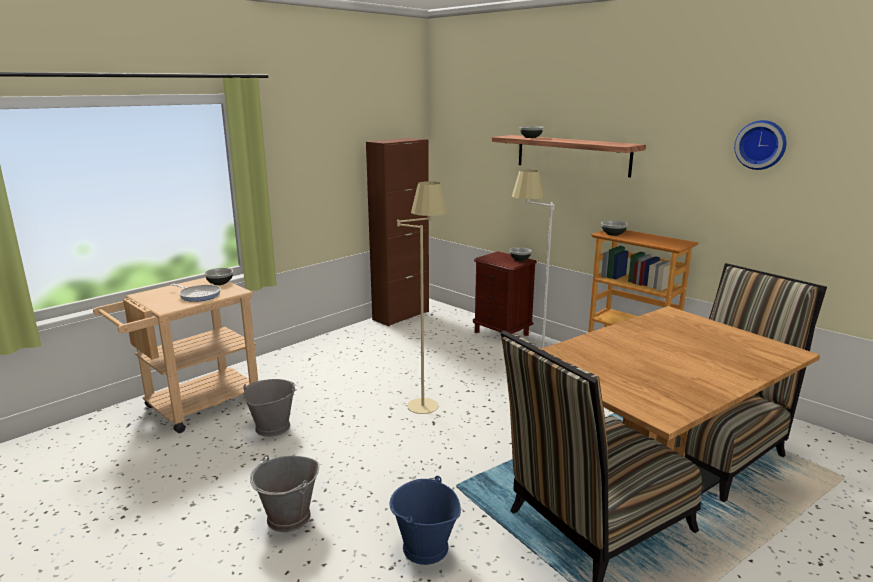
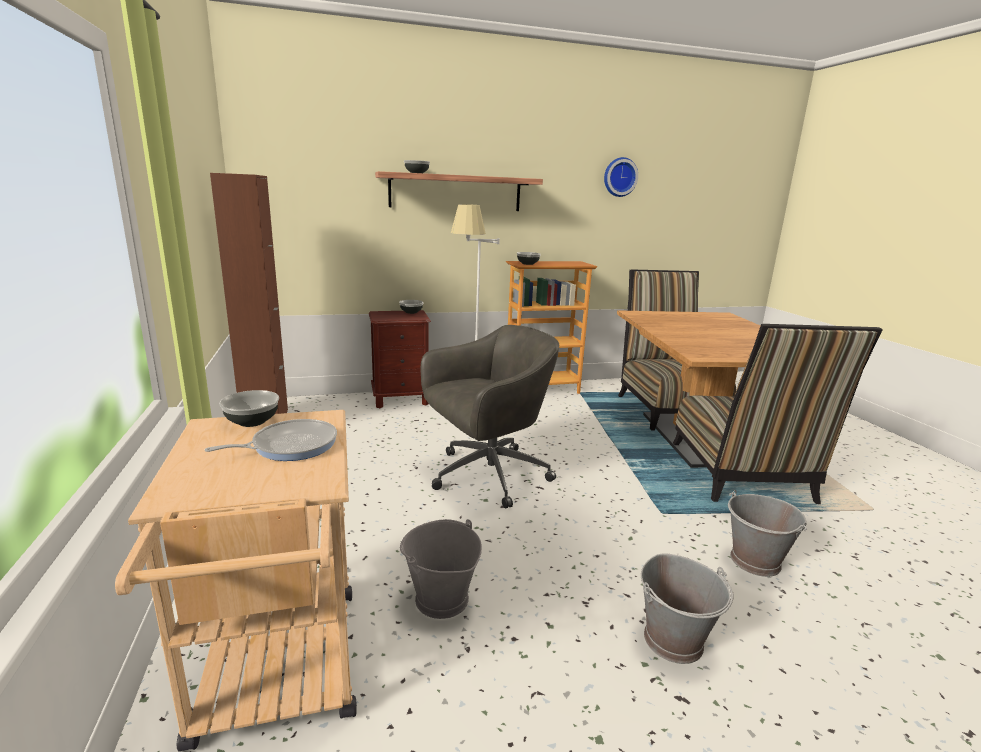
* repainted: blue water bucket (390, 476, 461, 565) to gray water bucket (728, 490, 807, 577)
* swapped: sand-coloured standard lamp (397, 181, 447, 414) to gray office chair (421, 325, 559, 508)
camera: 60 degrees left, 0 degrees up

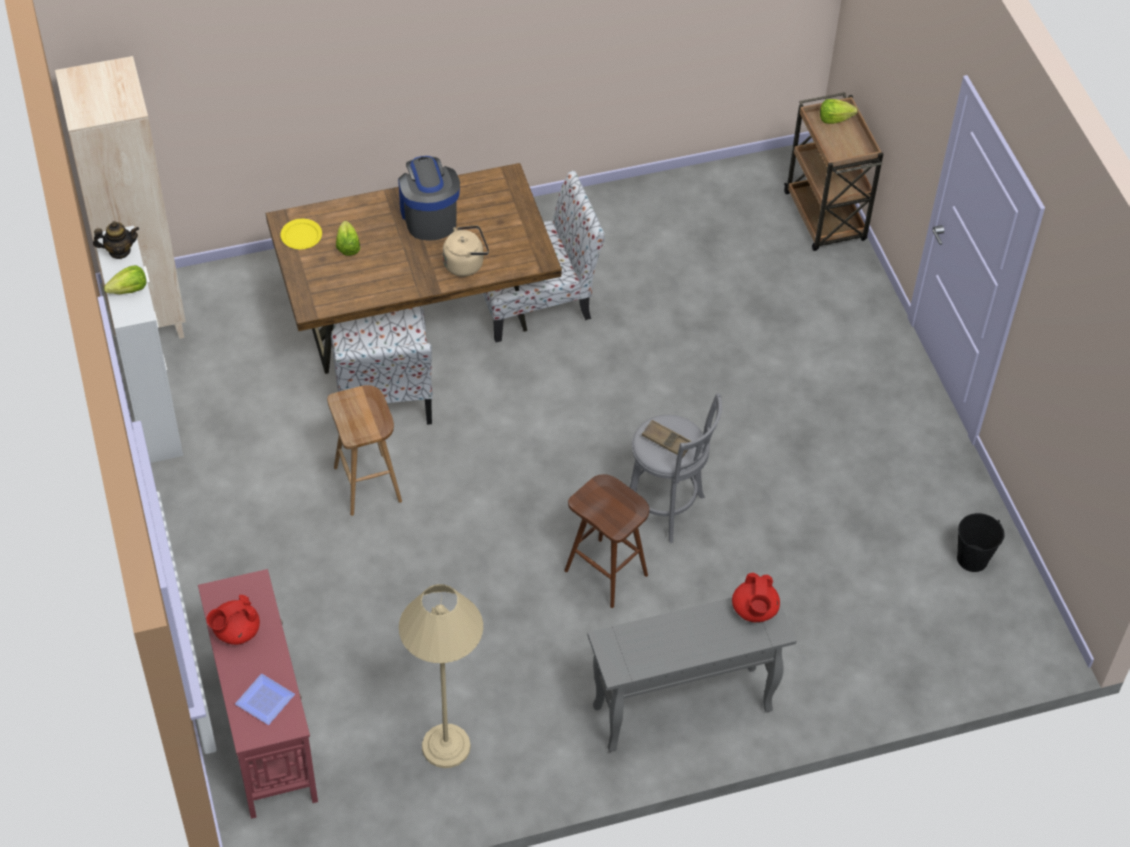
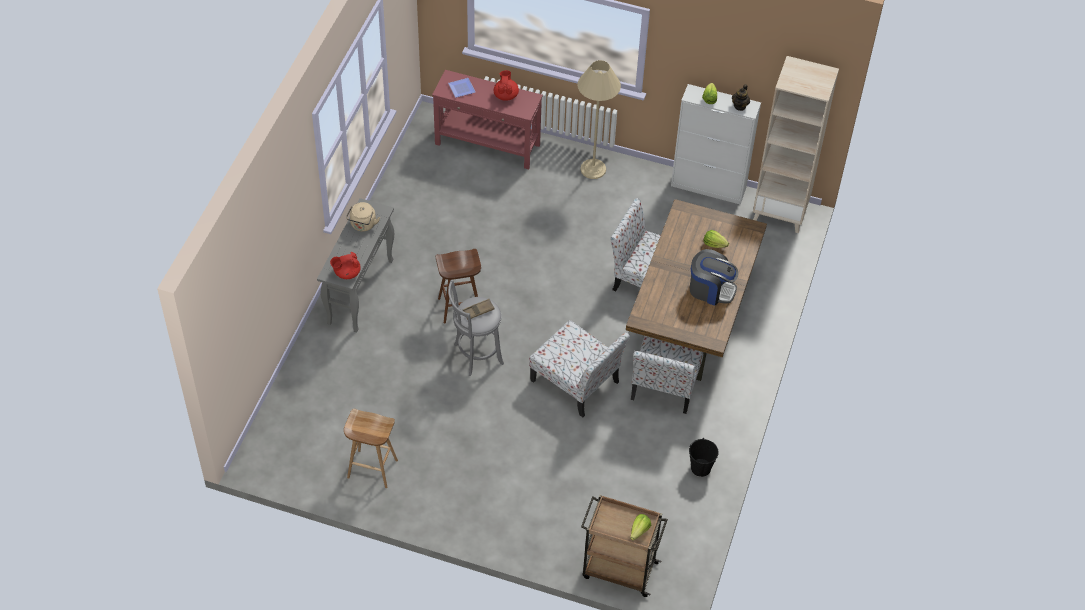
* gone: yellow-coloured flat dish (280, 219, 322, 249)
* shifted: brown-coloured stool (327, 385, 402, 516) to (344, 409, 398, 488)
* shifted: sand-coloured standard lamp (399, 584, 483, 768) to (577, 60, 621, 179)
* shifted: sand-coloured tea kettle (443, 225, 489, 276) to (346, 202, 380, 231)
* rotated: red-coloured teapot (732, 573, 780, 622) = (330, 252, 361, 279) 60 degrees counterclockwise
* shifted: black water bucket (957, 513, 1004, 572) to (689, 438, 719, 477)
* new: plain chair (529, 320, 630, 417)
camera: 125 degrees right, 0 degrees up

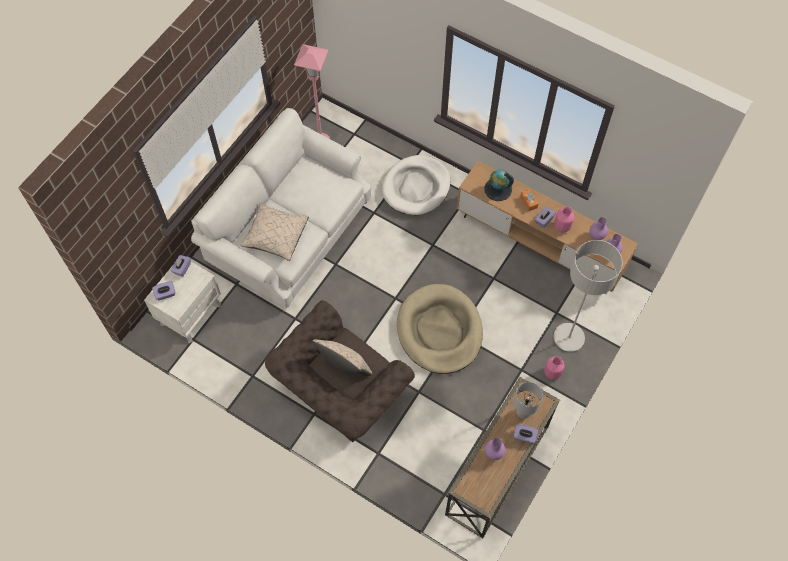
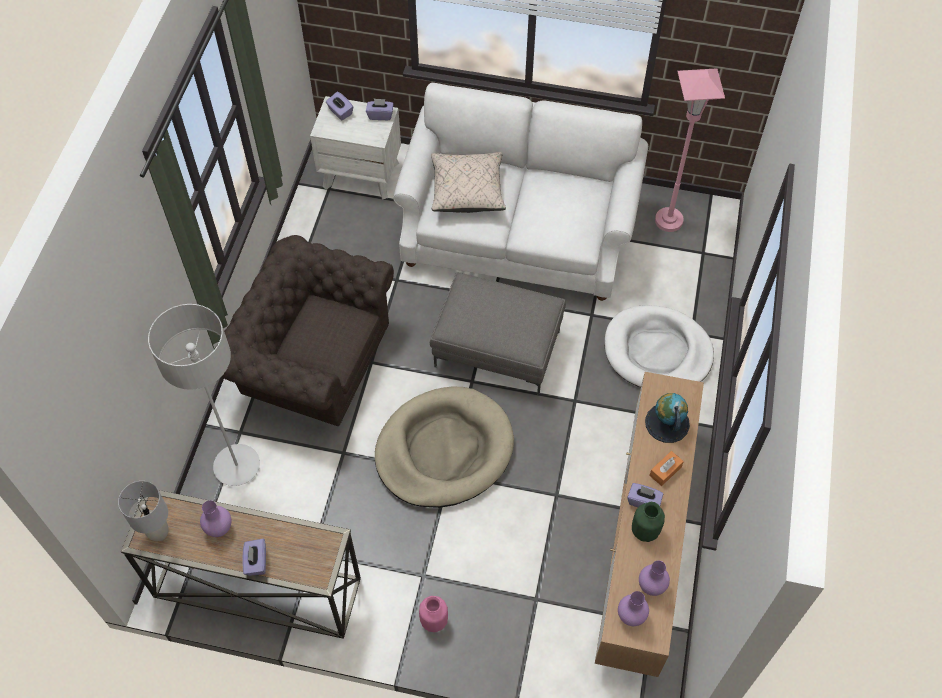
* gone: sand-coloured pillow (313, 339, 372, 376)
* shifted: gray table lamp (514, 382, 543, 419) to (118, 481, 169, 541)
* repainted: pink flower vase (554, 206, 574, 232) to green-coloured flower vase (632, 502, 665, 542)
* shifted: gray standard lamp (554, 240, 623, 352) to (148, 304, 260, 486)
* new: gray footrest (430, 272, 566, 395)
camera: 70 degrees right, 5 degrees down

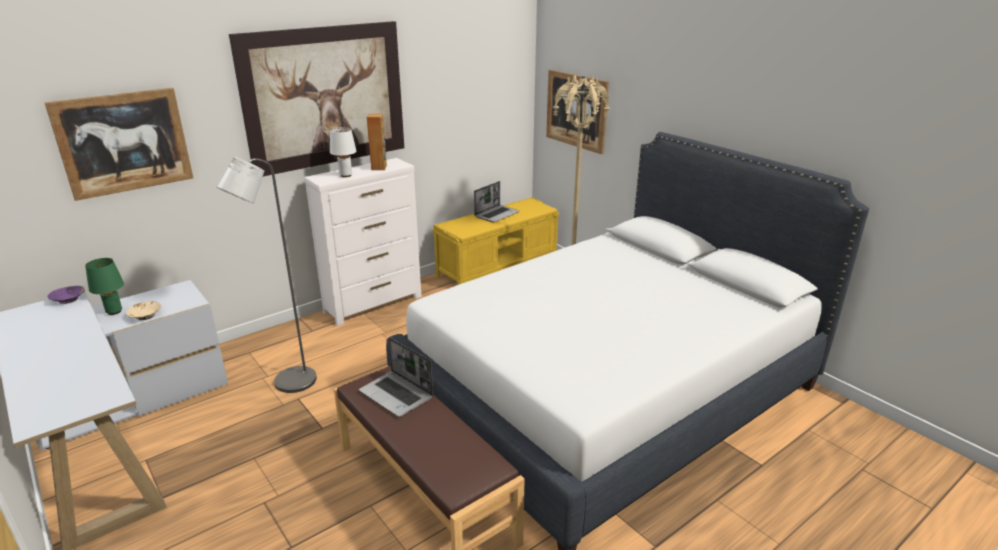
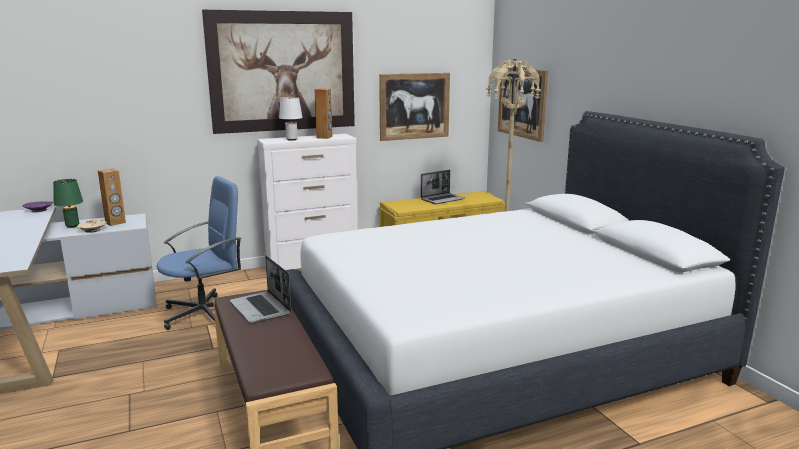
* shifted: wall picture (44, 88, 193, 201) to (379, 73, 450, 141)
* swapped: gray standard lamp (216, 157, 317, 393) to blue office chair (156, 176, 241, 330)
* new: brown-coloured speaker (98, 168, 126, 226)
camera: 15 degrees right, 10 degrees down

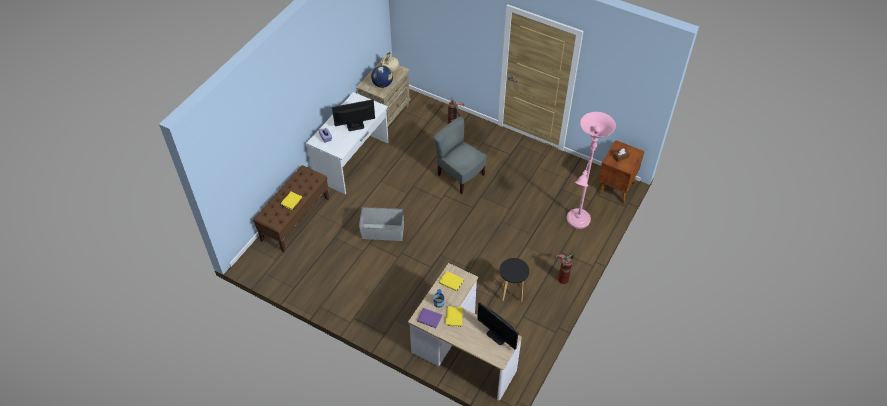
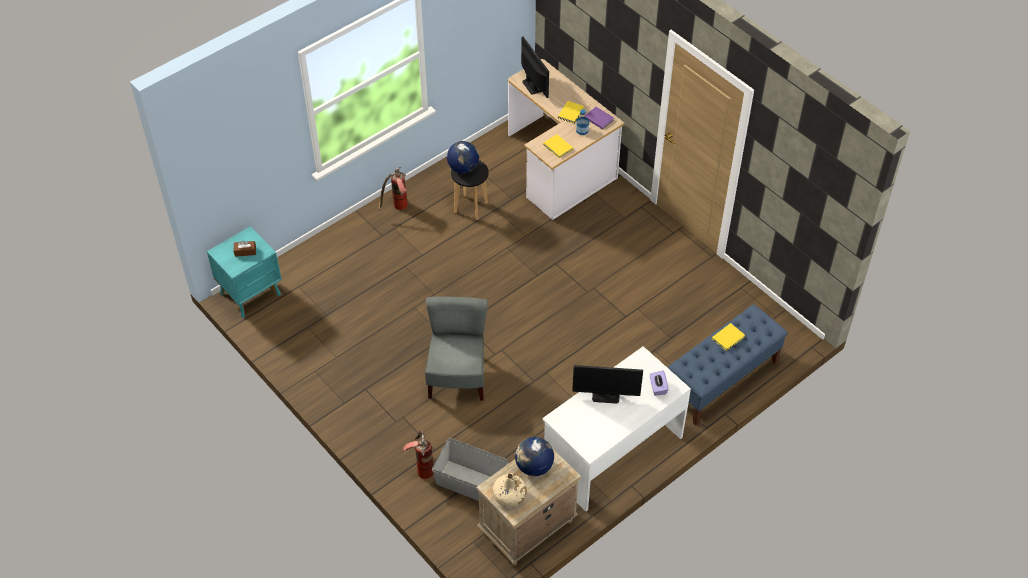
* repainted: brown-coloured indoor bench (253, 165, 329, 252) to blue indoor bench (667, 304, 788, 426)
* shifted: gray storage container (359, 207, 404, 241) to (432, 438, 508, 501)
* rotated: gray plain chair (433, 116, 487, 194) = (425, 297, 488, 401) 150 degrees counterclockwise
* gone: pink standard lamp (566, 112, 616, 229)
* repainted: brown-coloured night table (598, 140, 644, 203) to blue-green night table (207, 226, 282, 318)
* new: world globe (447, 141, 479, 173)
camera: 160 degrees left, 0 degrees up

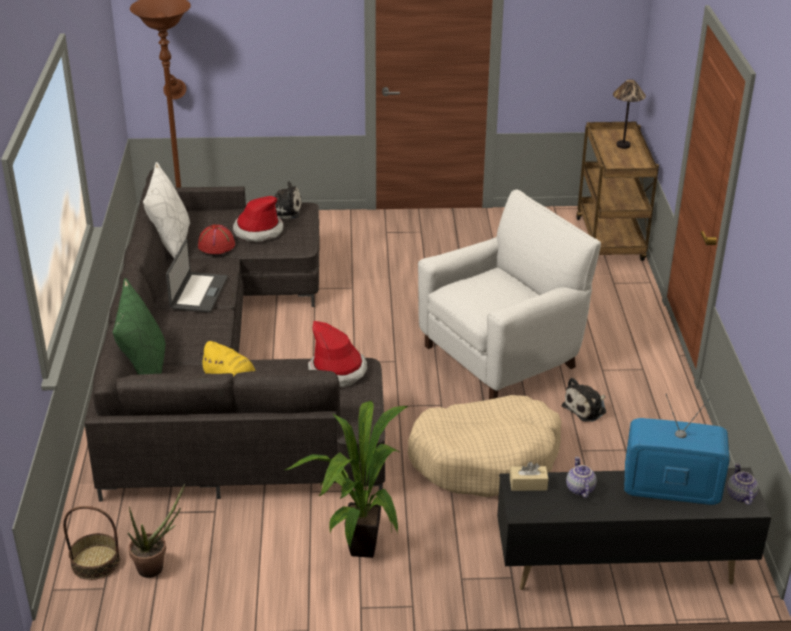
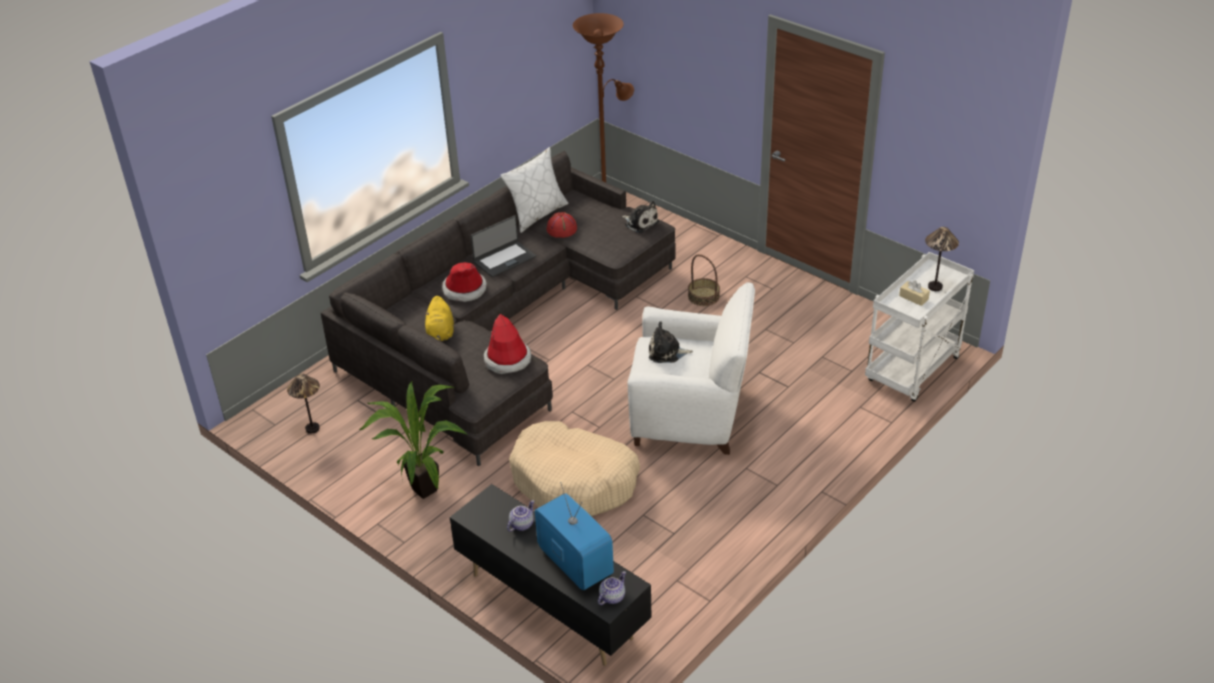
* shifted: household basket (63, 506, 120, 580) to (688, 254, 720, 306)
* gone: green-coloured pillow (113, 278, 166, 375)
* swapped: plant in a pot (127, 484, 185, 578) to table lamp (287, 373, 320, 433)
* shifted: clothing hat (233, 196, 283, 242) to (442, 262, 487, 302)
* shifted: sand-coloured tissue box (510, 462, 548, 491) to (899, 280, 930, 306)
* shifted: cuddly toy (562, 378, 606, 422) to (649, 322, 693, 363)
* repainted: brown-coloured cart (576, 122, 659, 261) to whitish cart (865, 252, 974, 402)
camera: 45 degrees right, 5 degrees up

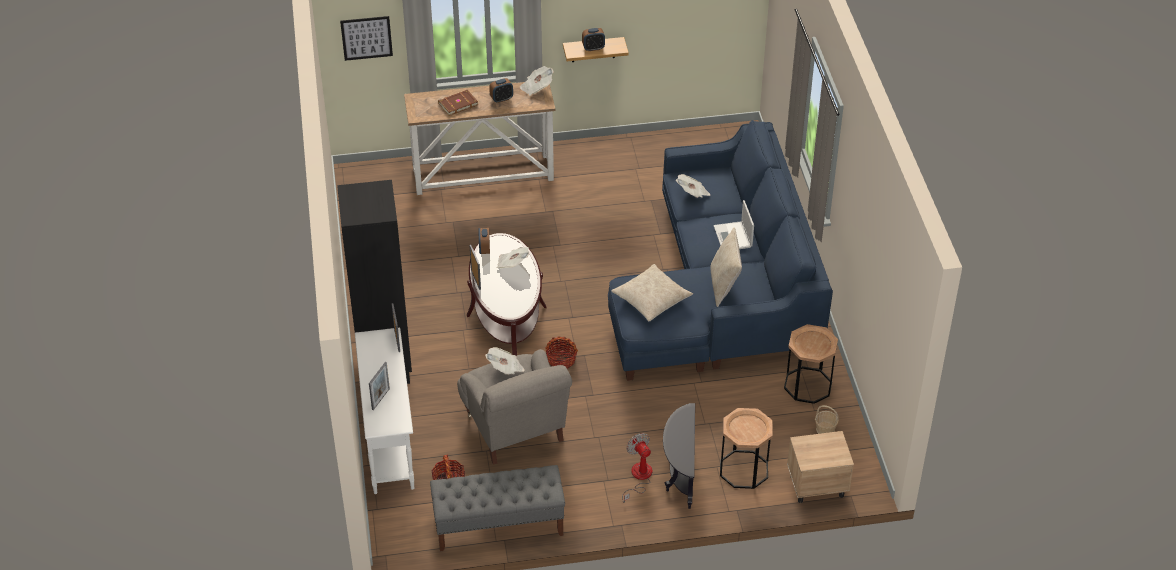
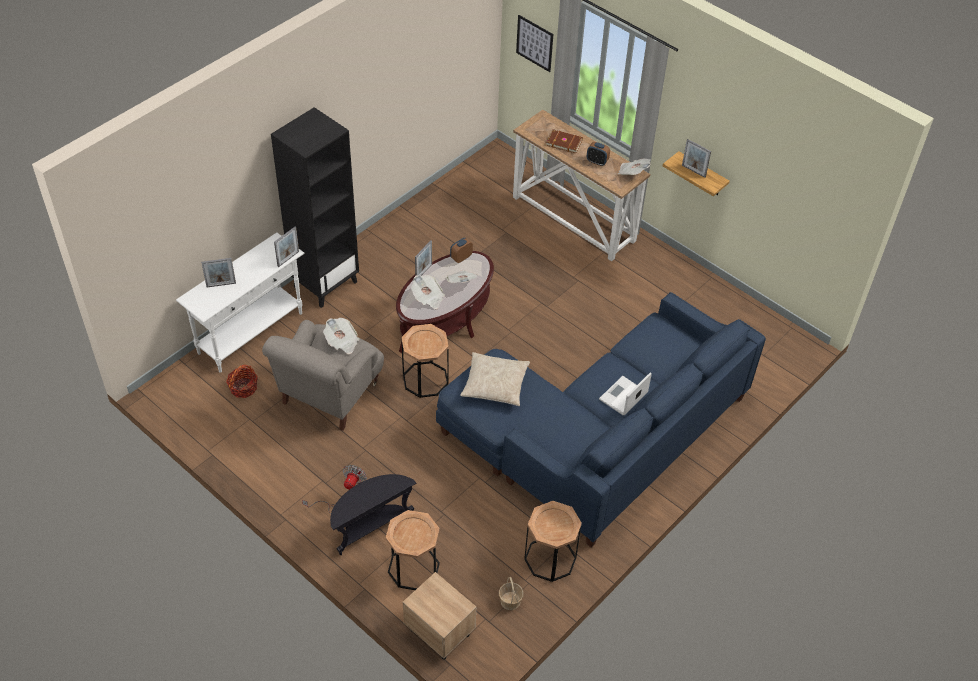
* gone: gray indoor bench (430, 465, 565, 551)
* swapped: household basket (545, 336, 578, 369) to brown-coloured accent table (402, 324, 449, 398)
* swapped: table clock (582, 28, 605, 51) to photo frame (682, 139, 711, 178)
* shifted: daily paper (676, 174, 711, 198) to (411, 275, 445, 309)
* gone: sand-coloured pillow (710, 227, 742, 307)
camera: 50 degrees right, 5 degrees up

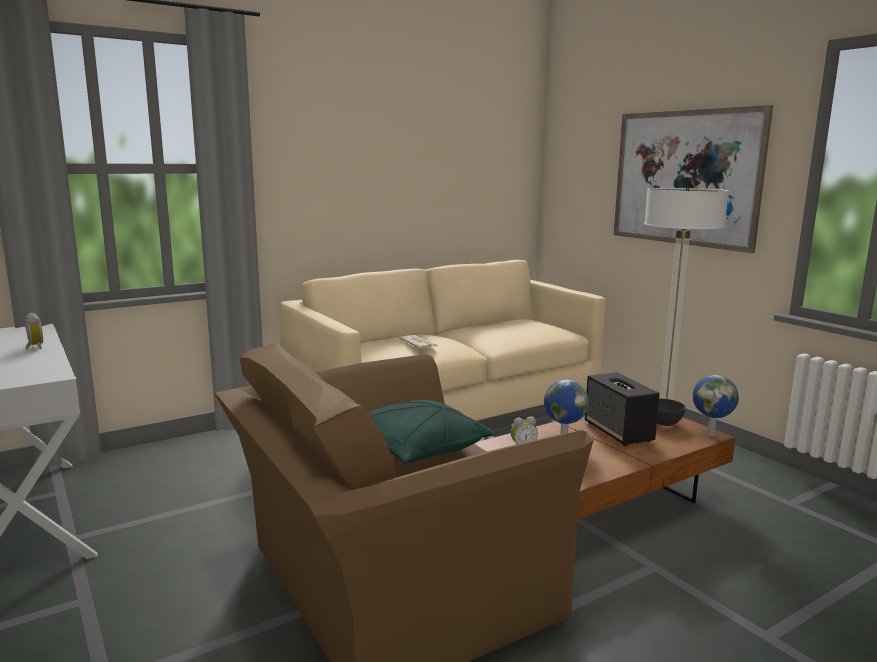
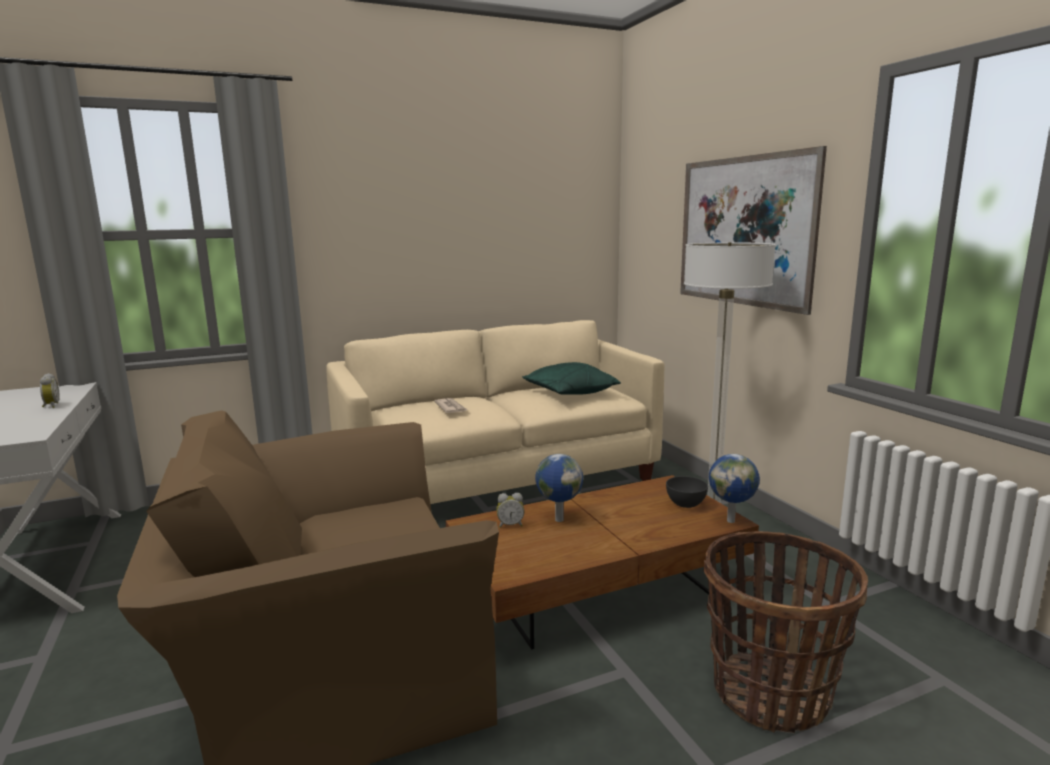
* shifted: green-coloured pillow (368, 400, 495, 463) to (522, 362, 621, 395)
* gone: speaker (585, 372, 660, 446)
* new: household basket (703, 531, 868, 734)
camera: 10 degrees right, 0 degrees up

